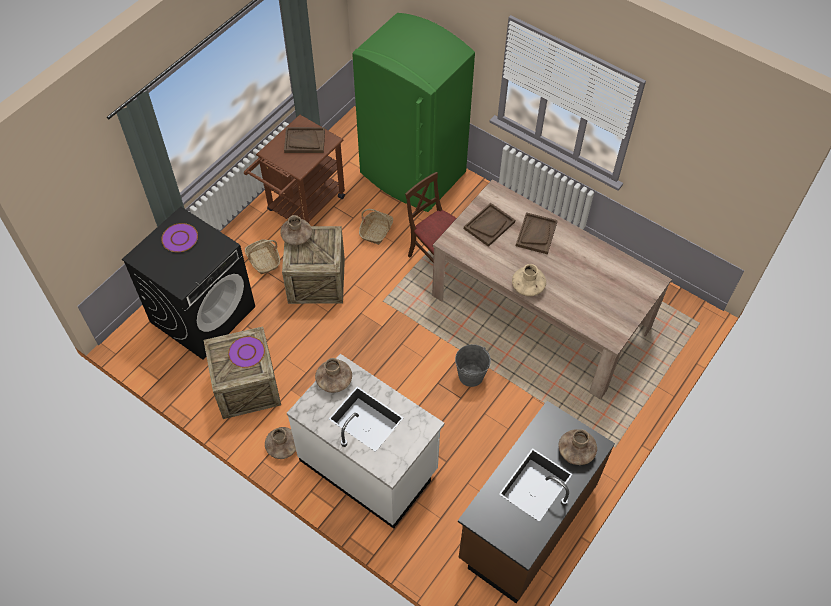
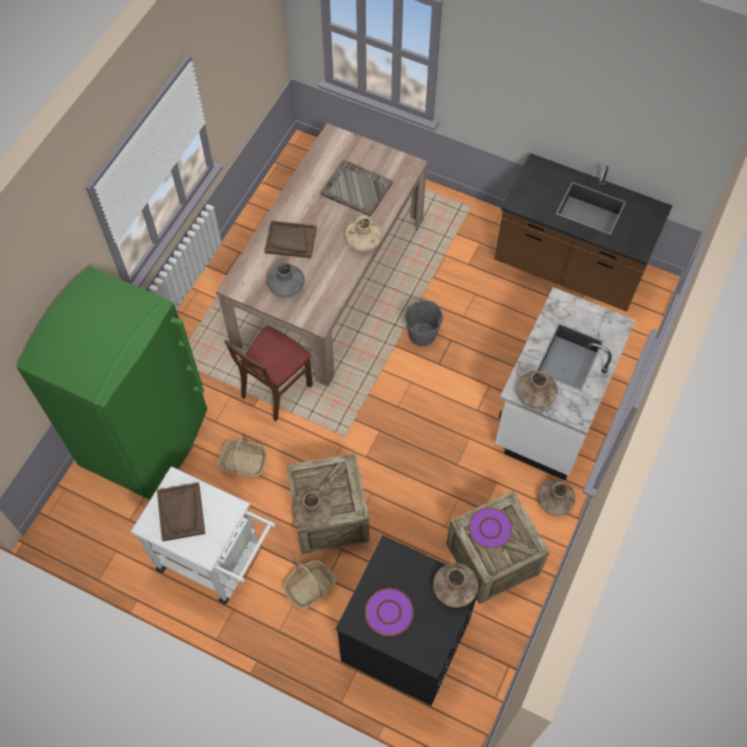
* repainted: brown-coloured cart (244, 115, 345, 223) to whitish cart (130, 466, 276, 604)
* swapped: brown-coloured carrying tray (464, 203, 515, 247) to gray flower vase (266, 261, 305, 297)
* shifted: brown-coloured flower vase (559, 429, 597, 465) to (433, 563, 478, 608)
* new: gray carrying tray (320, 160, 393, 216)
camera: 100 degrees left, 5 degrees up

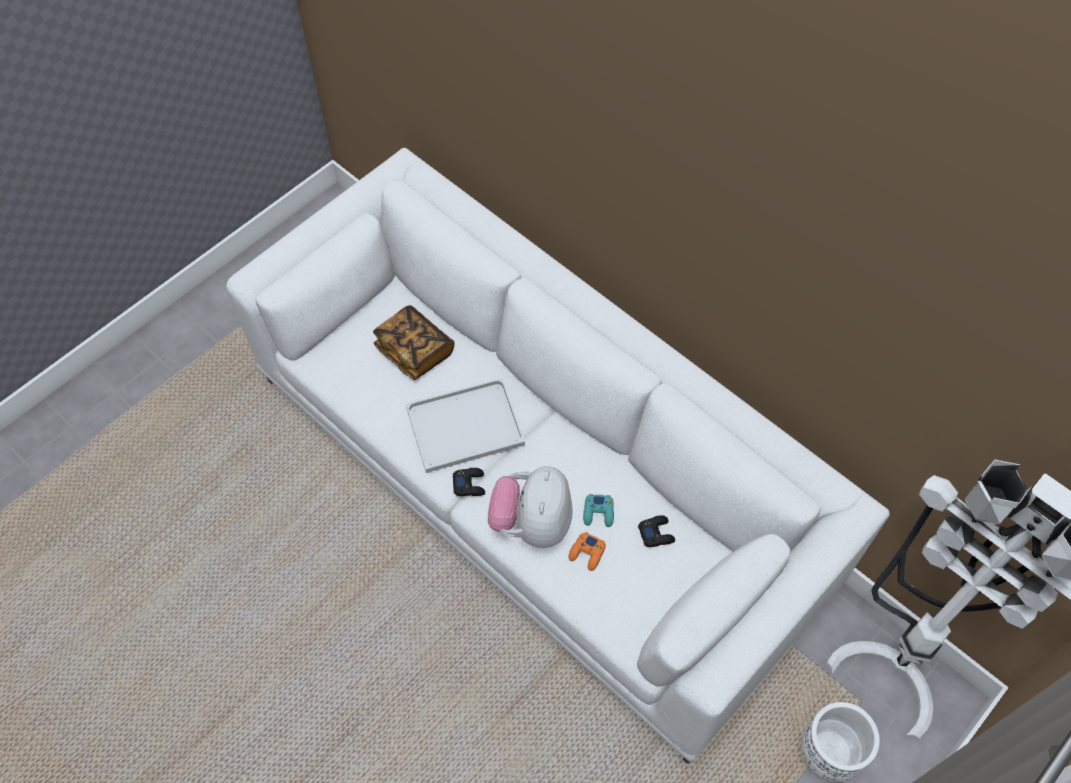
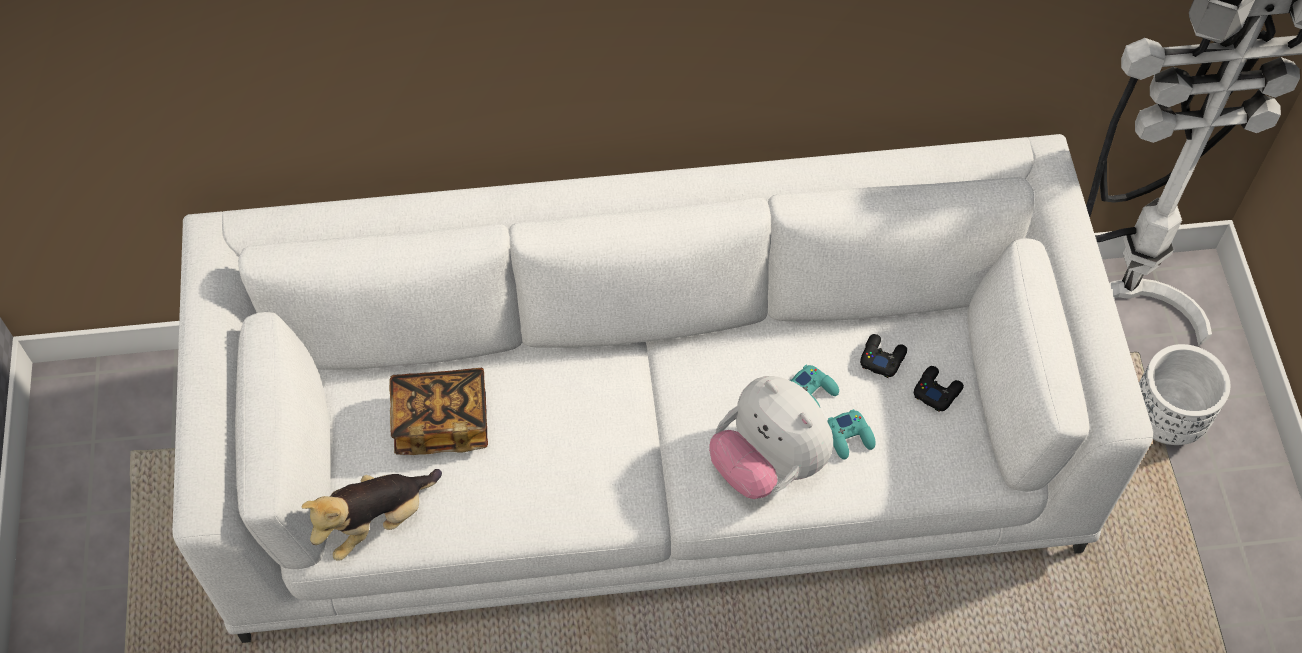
* gone: whitish carrying tray (406, 378, 525, 473)
* shifted: black gamepad (453, 468, 485, 496) to (914, 366, 964, 412)
* repainted: orange-coloured gamepad (568, 532, 606, 571) to blue-green gamepad (827, 409, 876, 459)
* new: cuddly toy (301, 469, 442, 561)
camera: 50 degrees left, 0 degrees up

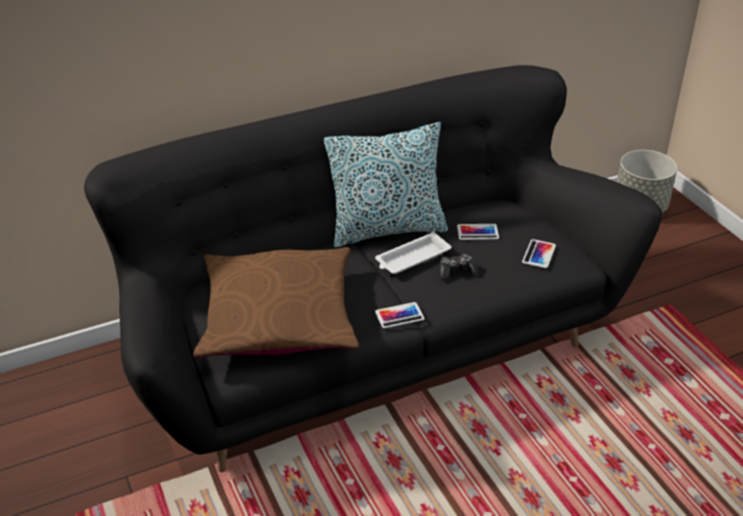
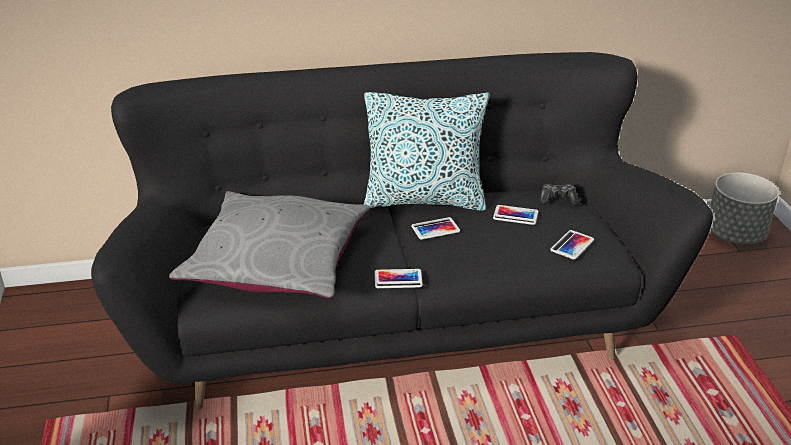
* repainted: brown-coloured pillow (193, 247, 359, 358) to gray pillow (169, 191, 370, 299)
* swapped: whitish carrying tray (375, 232, 452, 274) to handset (411, 217, 460, 240)
* shifted: gamepad (440, 254, 478, 280) to (539, 184, 579, 205)
camera: 15 degrees right, 5 degrees down

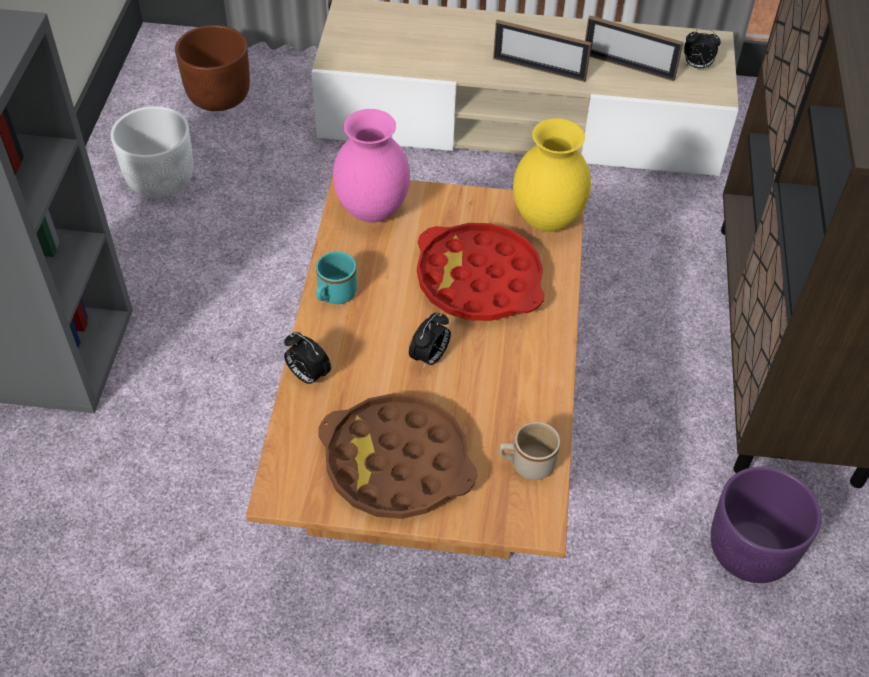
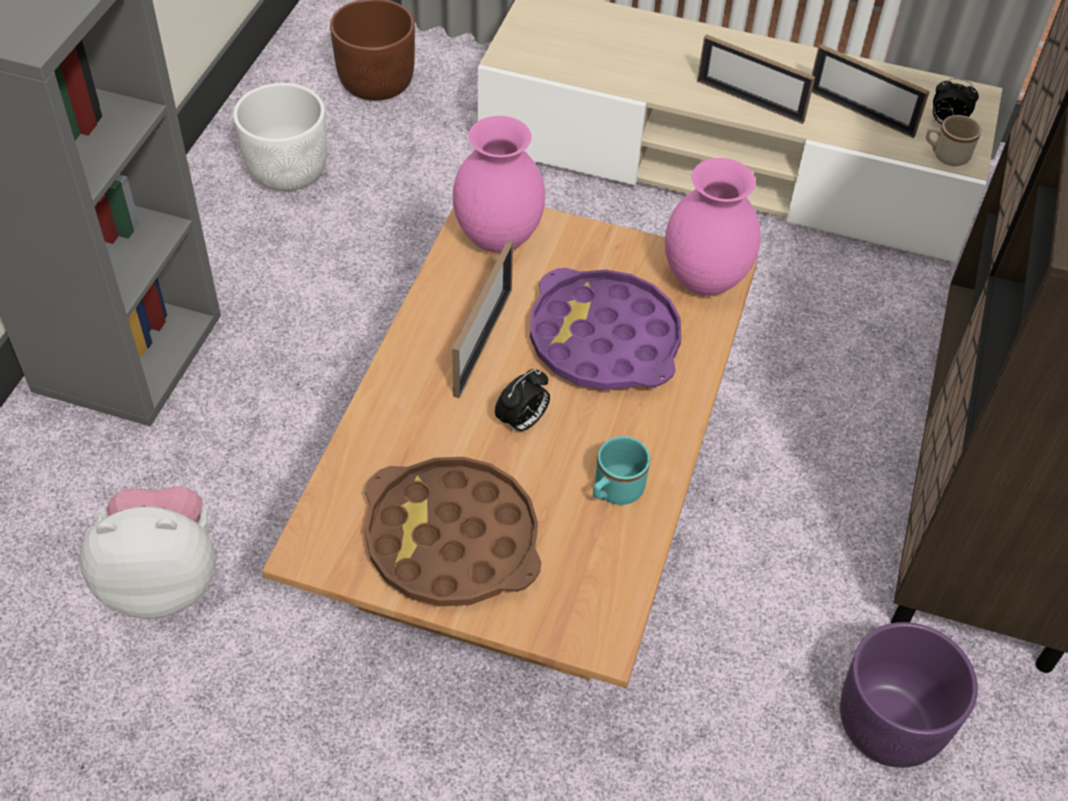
* gone: table clock (284, 332, 331, 386)
* shifted: blue-green coffee mug (316, 251, 357, 304) to (593, 436, 650, 505)
* repainted: red-coloured carrying tray (417, 223, 544, 321) to purplish carrying tray (530, 268, 682, 390)
* shifted: sand-coloured coffee mug (499, 422, 560, 480) to (926, 115, 981, 166)
* repainted: yellow-coloured flower vase (513, 118, 591, 232) to pink flower vase (665, 158, 760, 296)
* new: cuddly toy (79, 486, 216, 619)
* new: photo frame (452, 241, 513, 398)
camera: 10 degrees right, 0 degrees up

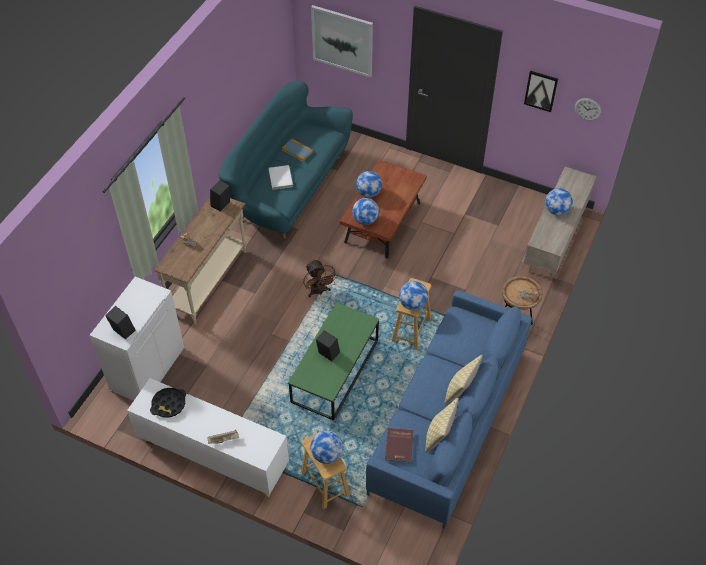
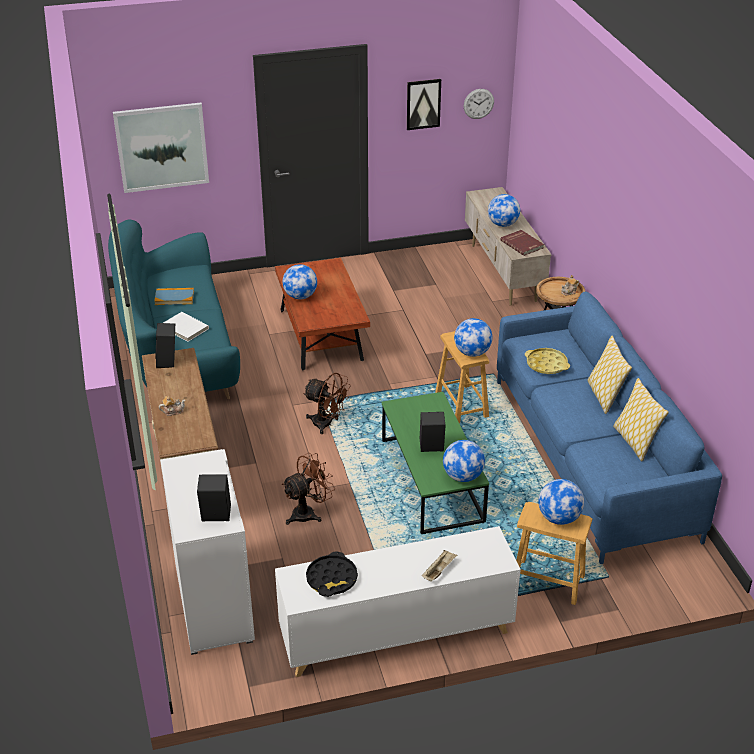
* shifted: world globe (352, 198, 379, 225) to (443, 440, 485, 482)
* shifted: red-coloured bound book (385, 428, 413, 462) to (500, 230, 544, 256)
* new: brown-coloured fan (282, 453, 335, 525)
* new: yellow-coloured carrying tray (525, 348, 570, 374)
camera: 40 degrees left, 15 degrees down

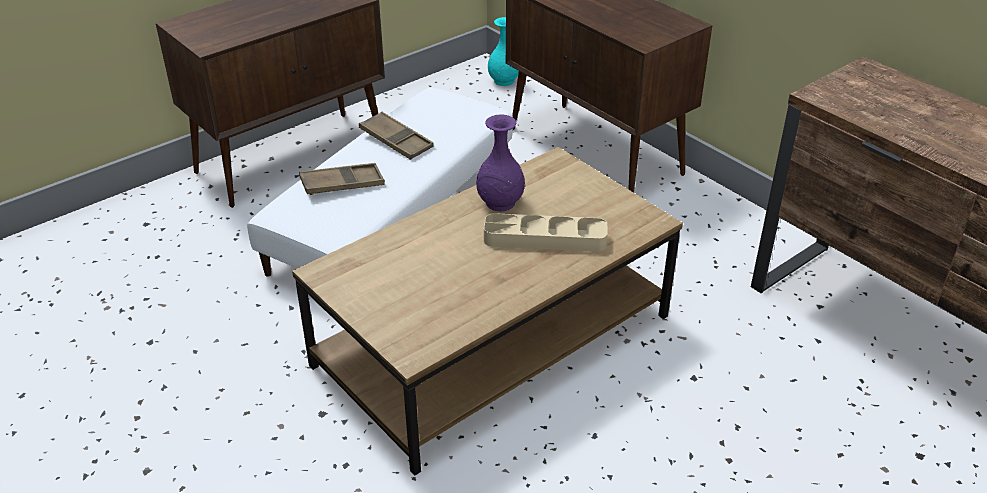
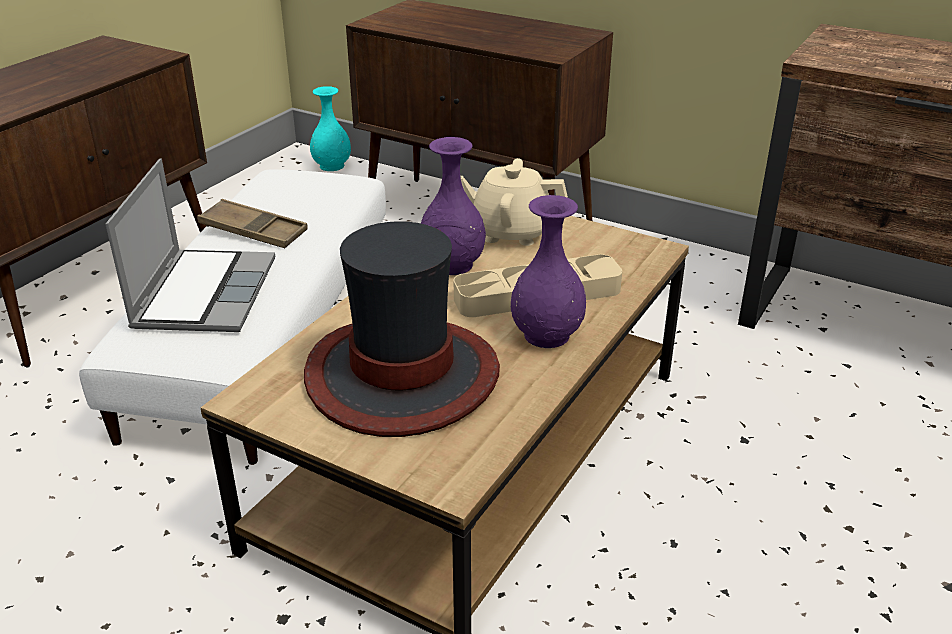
* swapped: brown-coloured carrying tray (299, 163, 385, 195) to notebook computer (105, 158, 275, 332)
* new: clothing hat (304, 221, 500, 437)
* new: sand-coloured teapot (460, 158, 568, 246)
* new: purplish flower vase (511, 195, 586, 348)
camera: 20 degrees left, 5 degrees down

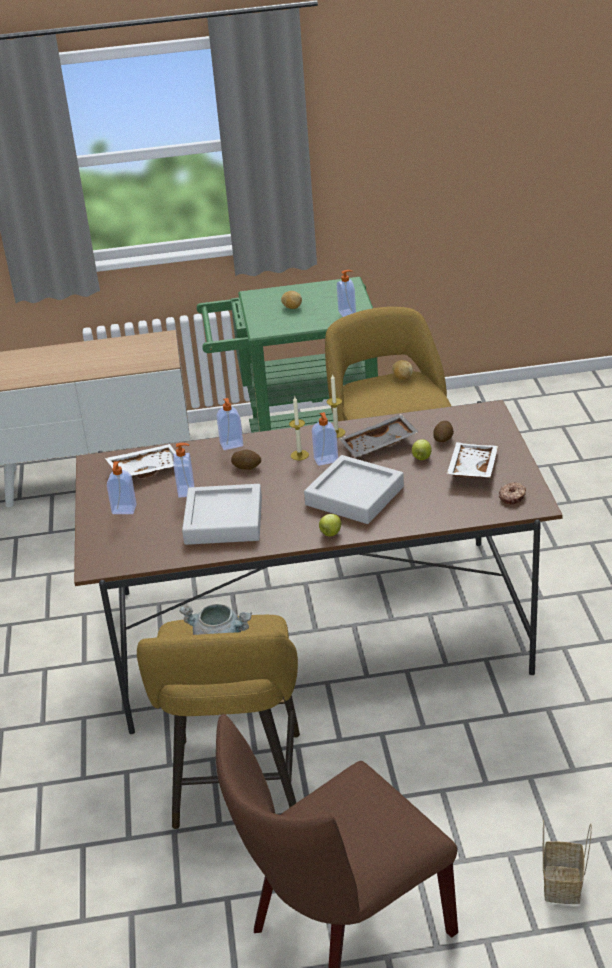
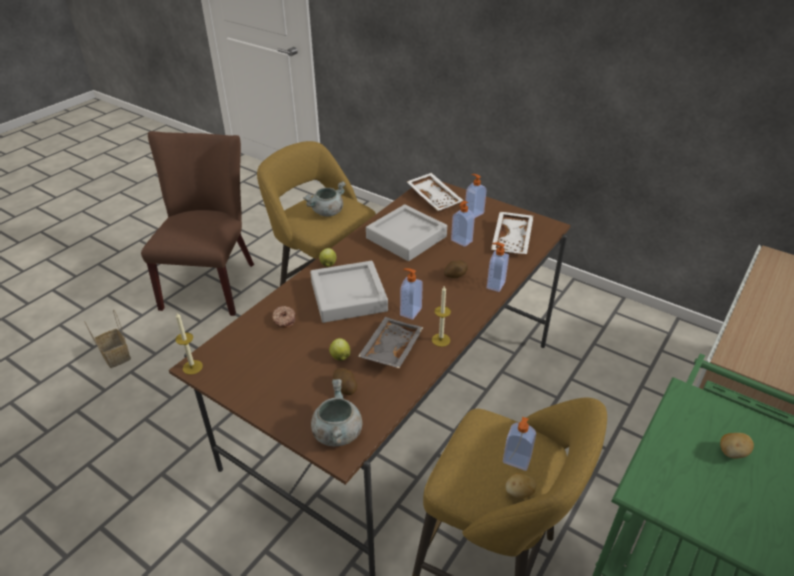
* shifted: candle (289, 396, 309, 460) to (175, 313, 203, 375)
* shifted: soap dispenser (337, 270, 356, 317) to (503, 417, 536, 471)
* shifted: whitish carrying tray (447, 442, 498, 478) to (407, 173, 464, 211)
* shifted: doughnut (499, 482, 526, 504) to (272, 306, 296, 328)
* new: gray saucepot (311, 379, 362, 446)
camera: 130 degrees right, 5 degrees up

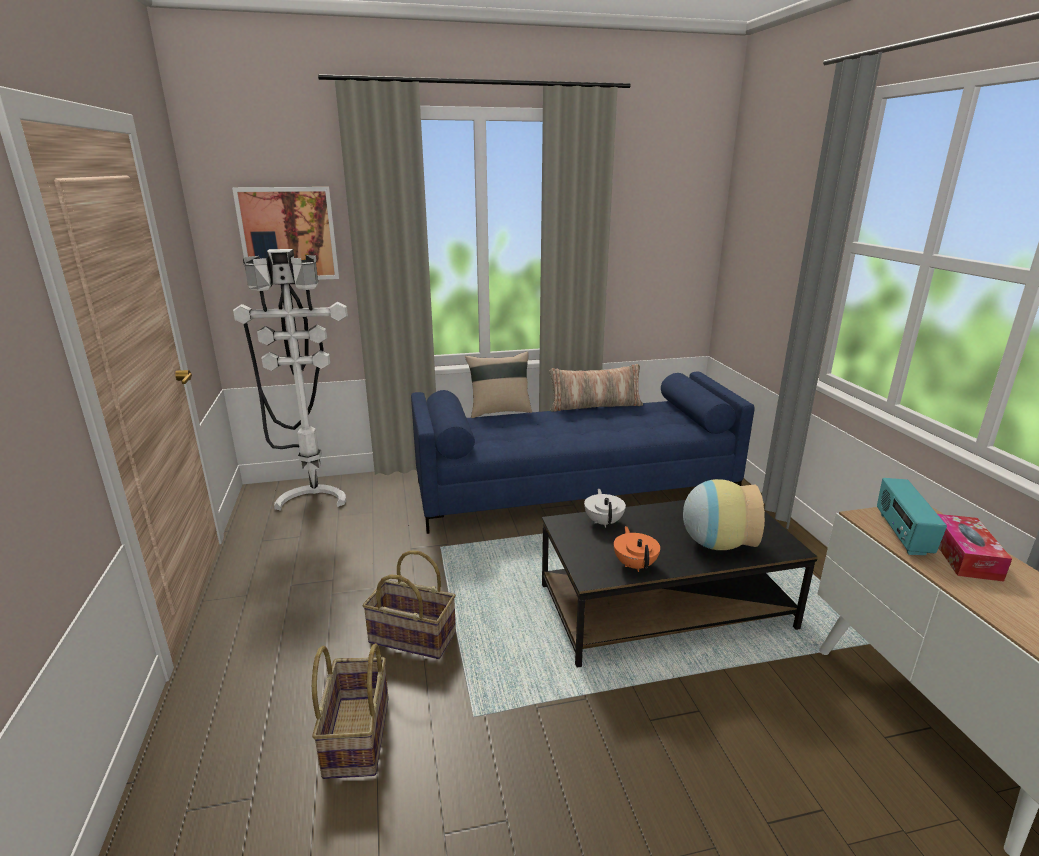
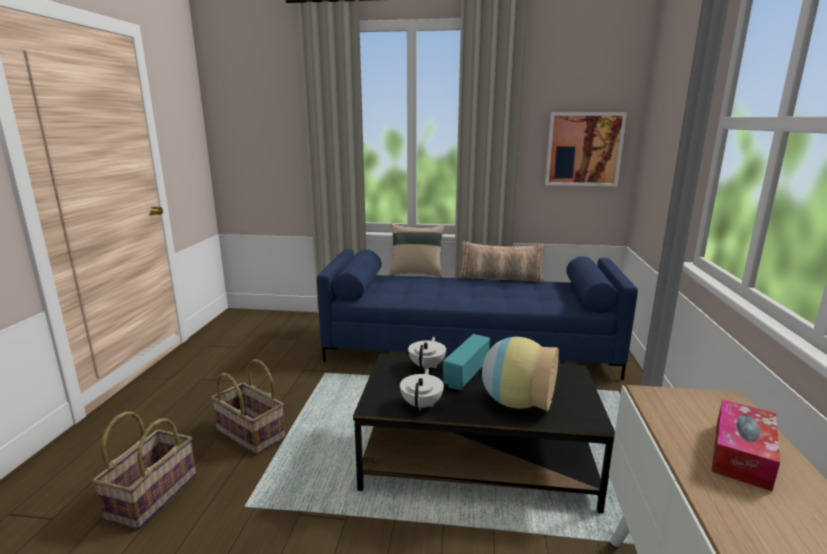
* shifted: wall picture (232, 187, 339, 280) to (545, 112, 627, 186)
* gone: whitish standard lamp (233, 249, 348, 511)
* repainted: orange-coloured teapot (614, 526, 660, 572) to whitish teapot (400, 368, 444, 411)
* shifted: radio set (877, 478, 947, 555) to (443, 334, 490, 390)
camera: 20 degrees right, 5 degrees down

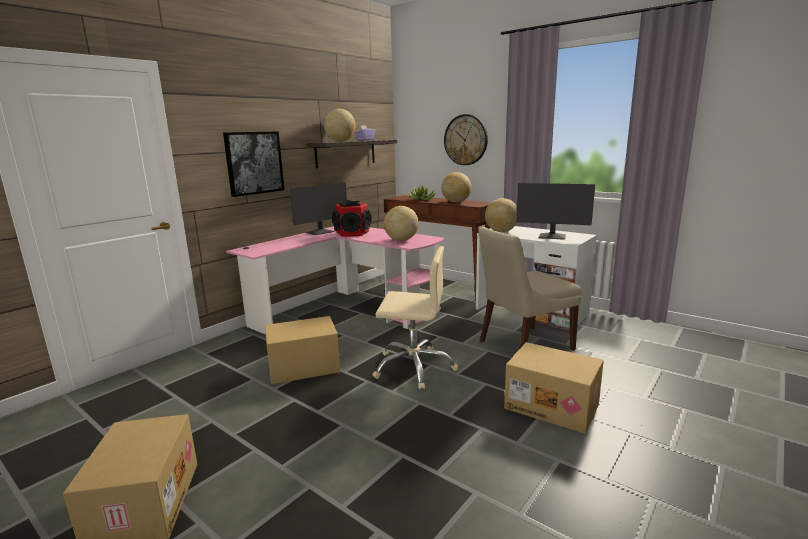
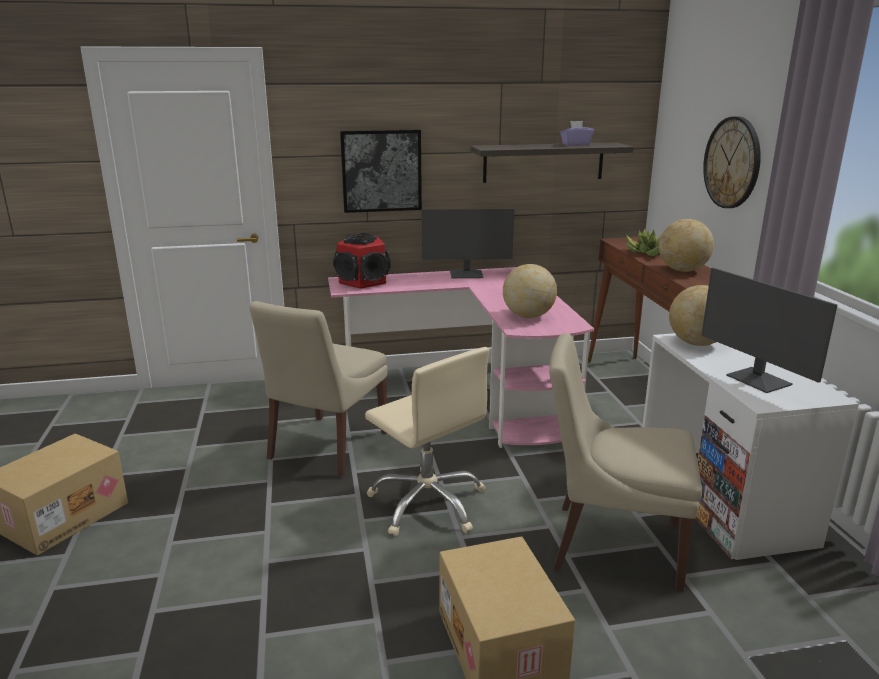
* swapped: cardboard box (265, 316, 340, 384) to sand-coloured plain chair (250, 301, 388, 477)
* gone: world globe (324, 109, 356, 142)
* shifted: speaker (332, 200, 372, 237) to (333, 233, 391, 289)
camera: 40 degrees right, 5 degrees up

